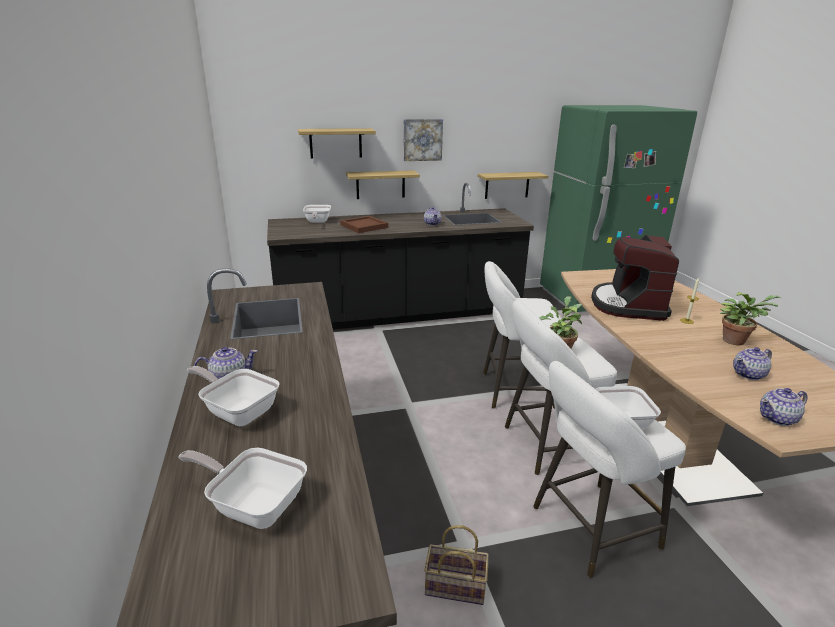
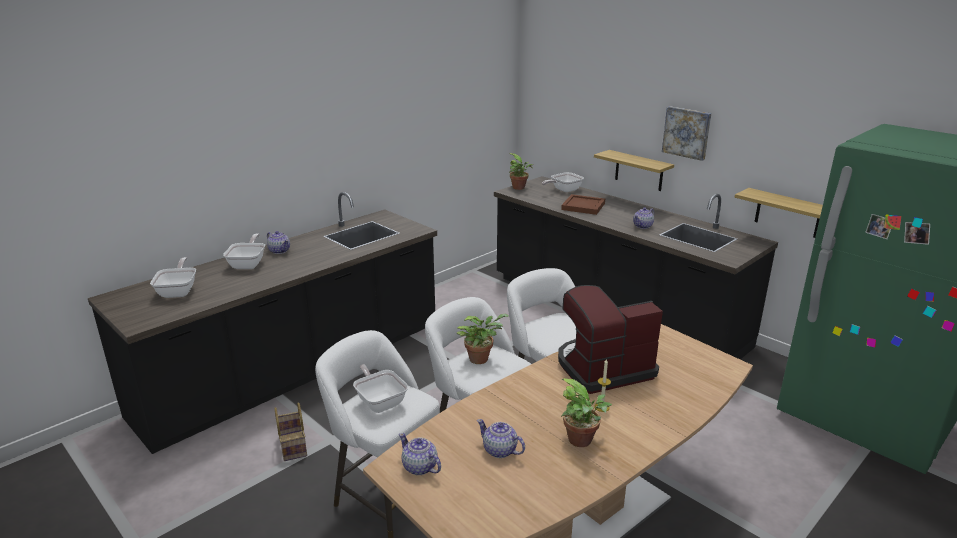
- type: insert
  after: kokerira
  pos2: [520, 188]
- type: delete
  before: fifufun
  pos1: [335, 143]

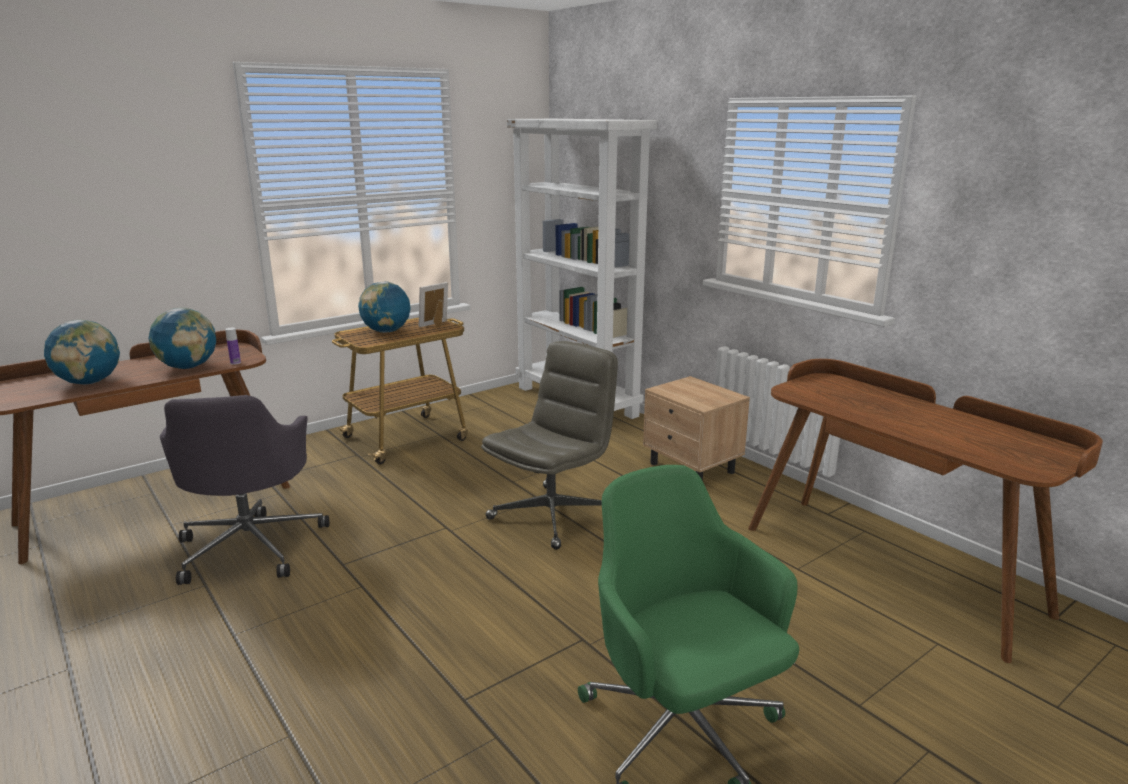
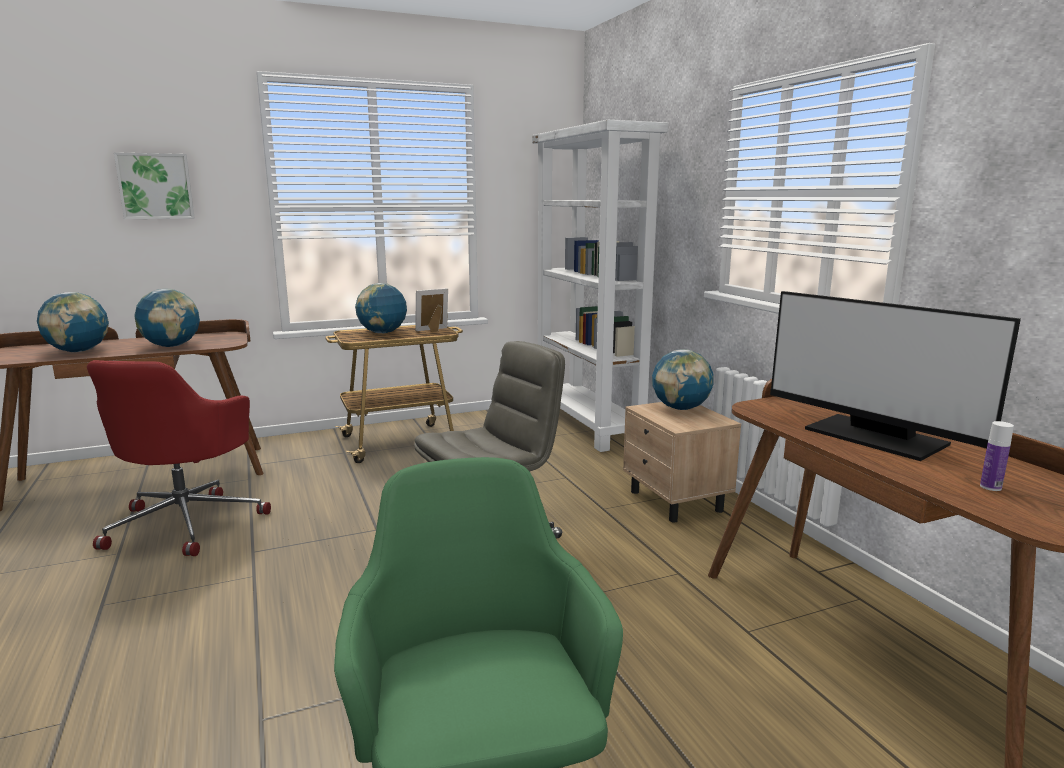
- type: recolor
  before: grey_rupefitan
  after: red_rupefitan
  pos1: [251, 546]
  pos2: [187, 522]
- type: insert
  after: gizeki
  pos2: [155, 186]
- type: insert
  after: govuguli
  pos2: [681, 408]
- type: insert
  after: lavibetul
  pos2: [874, 437]
- type: move
  before: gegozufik
  pos1: [235, 363]
  pos2: [990, 487]

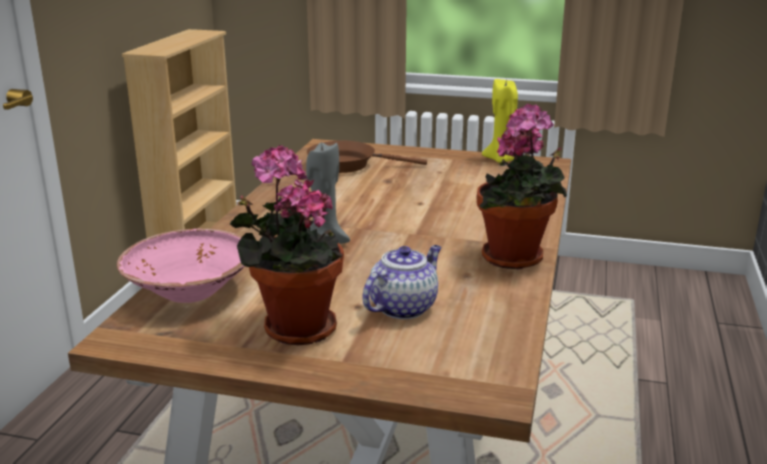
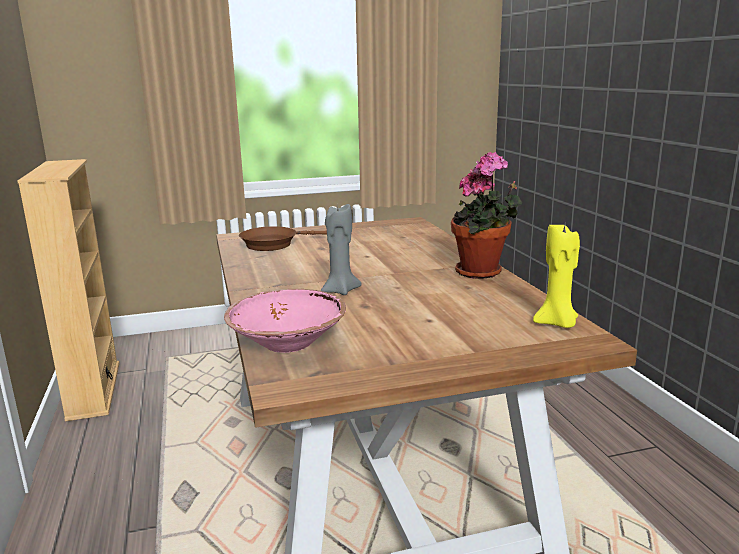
- type: move
  before: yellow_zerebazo
  pos1: [501, 160]
  pos2: [557, 324]
- type: delete
  before: kokerira
  pos1: [293, 328]
- type: delete
  before: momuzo
  pos1: [403, 307]

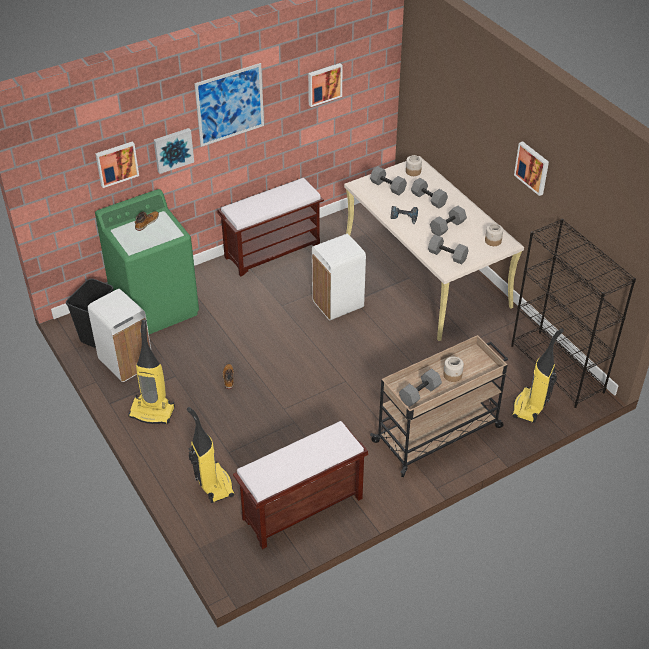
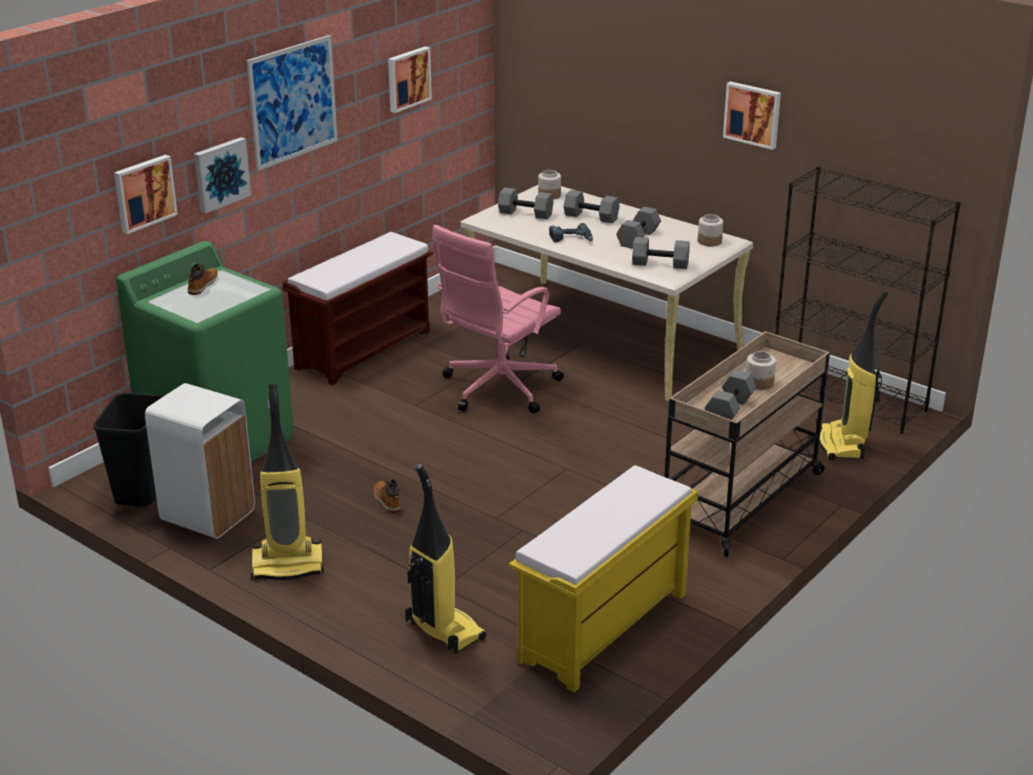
- type: replace
  before: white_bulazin
  after: pink_rupefitan
  pos1: [337, 304]
  pos2: [497, 389]
- type: recolor
  before: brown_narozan
  after: yellow_narozan
  pos1: [301, 509]
  pos2: [603, 629]

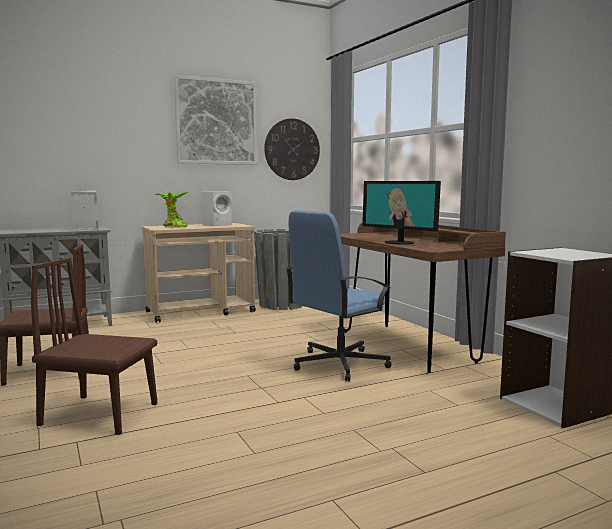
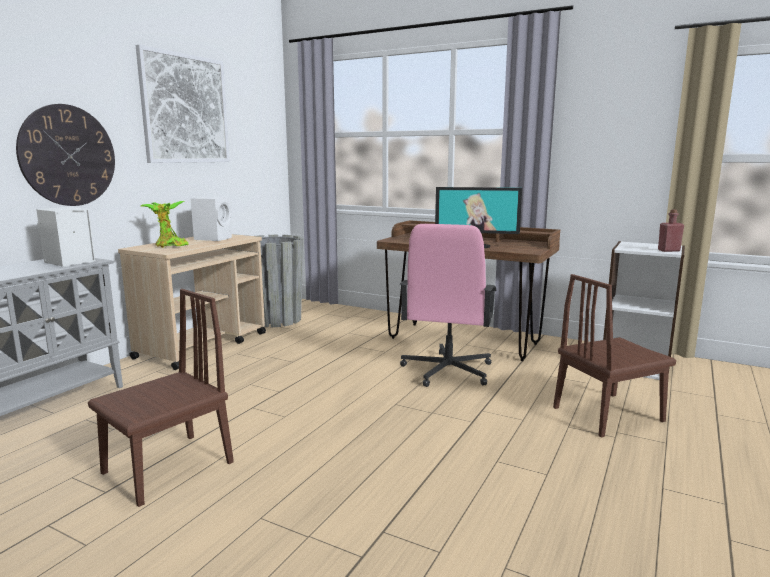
- type: move
  before: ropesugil
  pos1: [292, 149]
  pos2: [68, 155]
- type: recolor
  before: blue_rupefitan
  after: pink_rupefitan
  pos1: [338, 364]
  pos2: [447, 371]
- type: move
  before: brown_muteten
  pos1: [100, 414]
  pos2: [608, 414]
- type: insert
  after: red_gegozufik
  pos2: [668, 250]

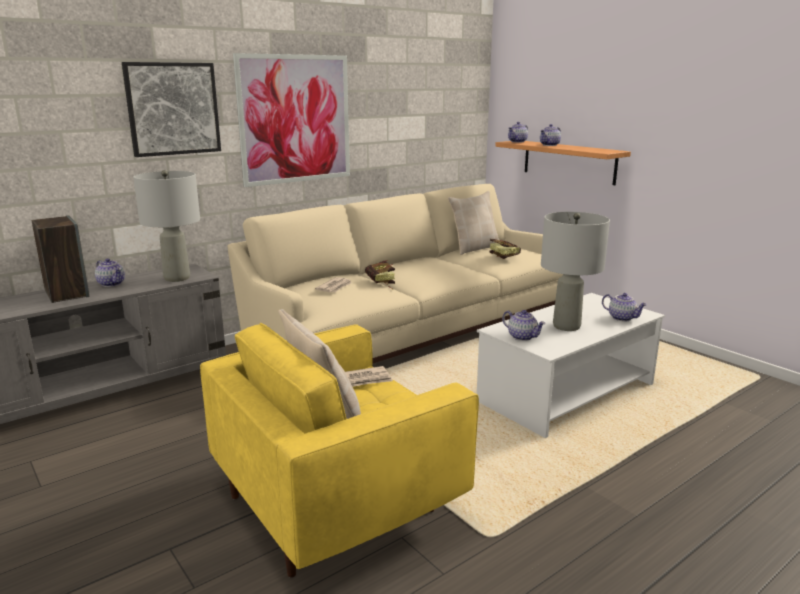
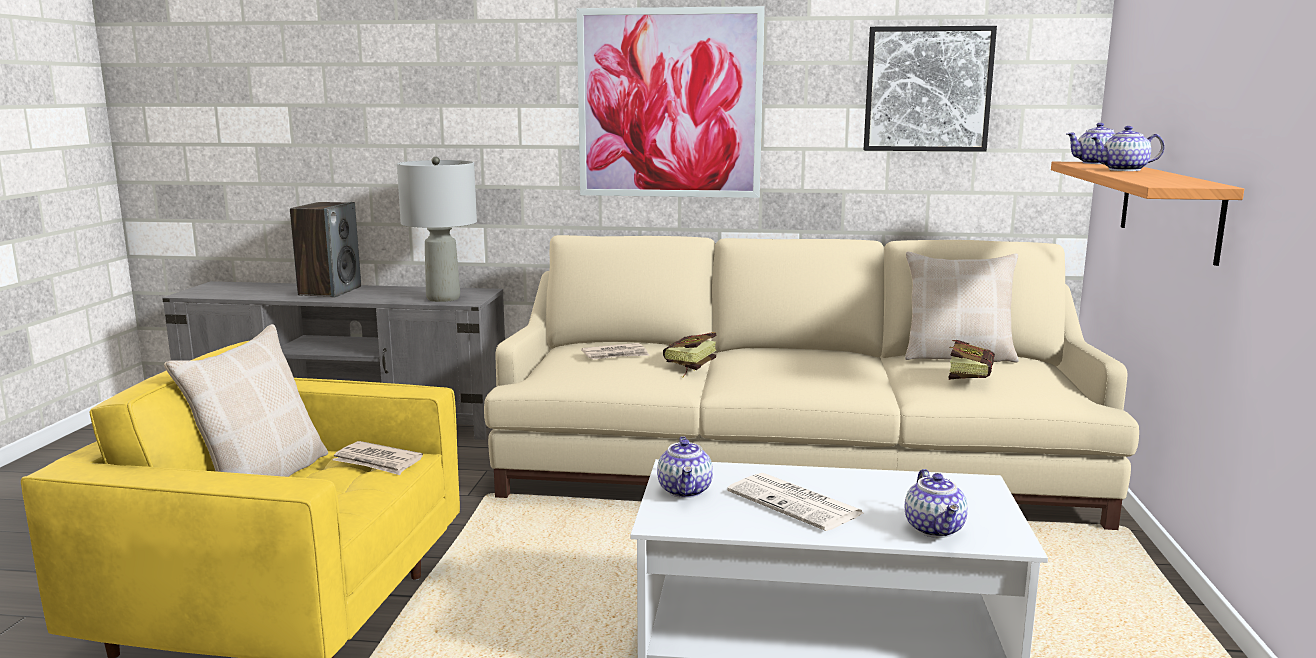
- type: replace
  before: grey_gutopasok
  after: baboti
  pos1: [567, 326]
  pos2: [796, 503]
- type: move
  before: gizeki
  pos1: [173, 109]
  pos2: [927, 89]
- type: delete
  before: momuzo
  pos1: [112, 284]

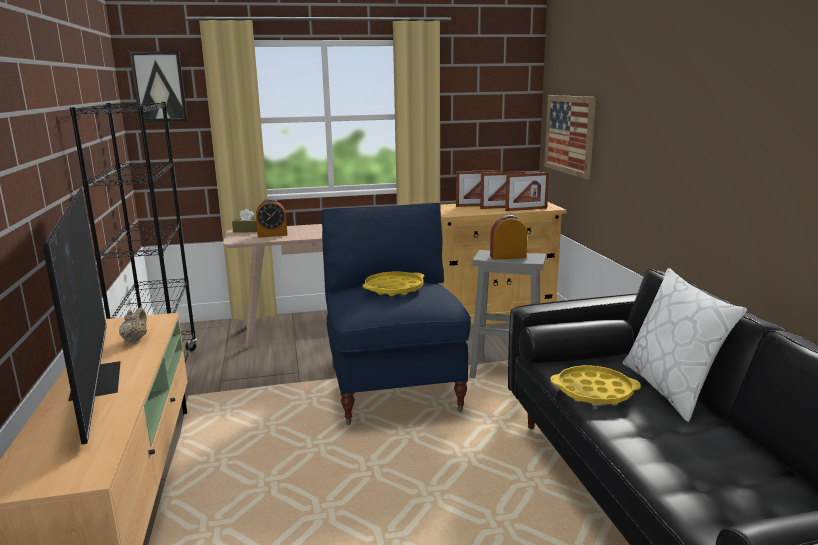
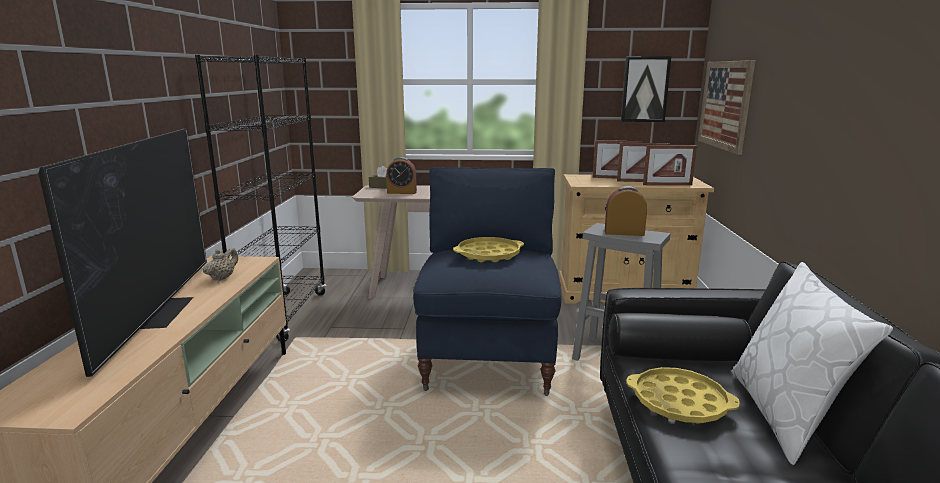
- type: move
  before: gizeki
  pos1: [159, 87]
  pos2: [645, 89]

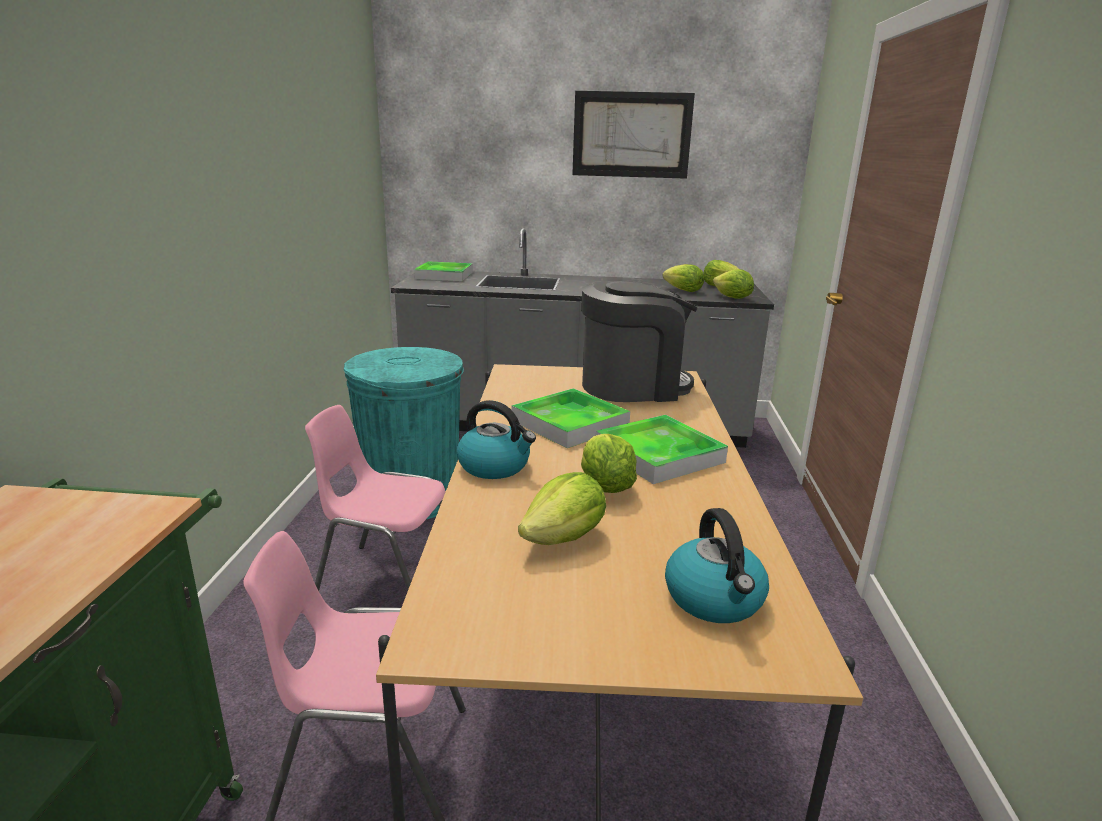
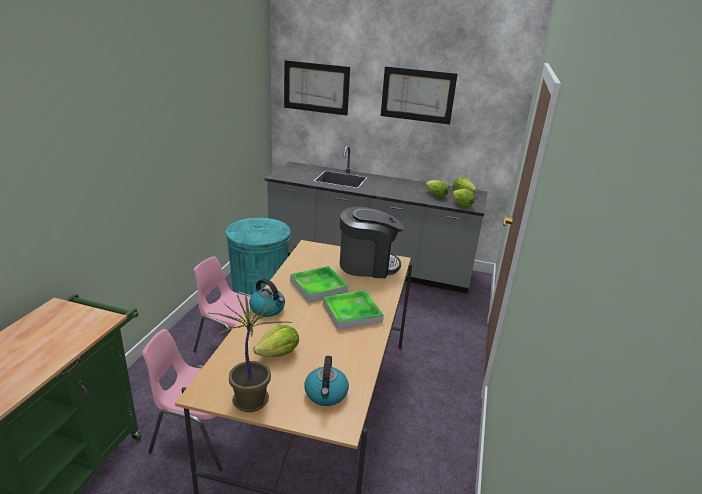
- type: insert
  after: kokerira
  pos2: [251, 399]
- type: insert
  after: gizeki
  pos2: [316, 87]
- type: delete
  before: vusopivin
  pos1: [444, 275]
- type: delete
  before: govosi
  pos1: [605, 486]

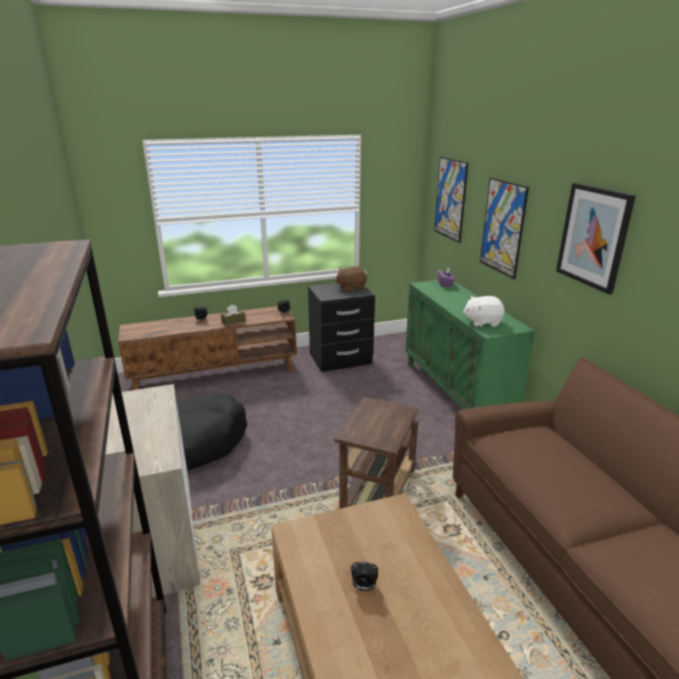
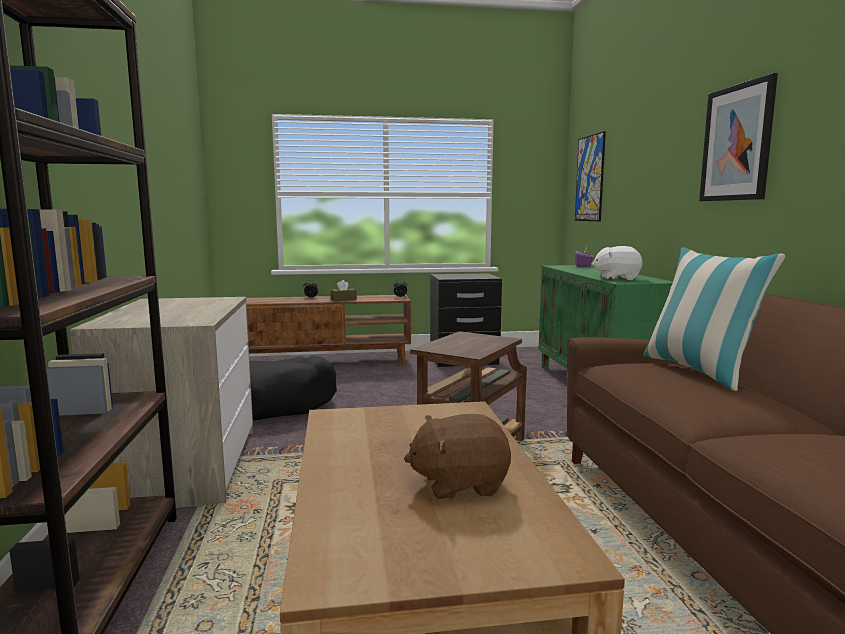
- type: move
  before: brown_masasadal
  pos1: [351, 288]
  pos2: [459, 484]
- type: insert
  after: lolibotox
  pos2: [699, 371]
- type: delete
  before: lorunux
  pos1: [363, 587]
- type: delete
  before: gizeki
  pos1: [503, 227]

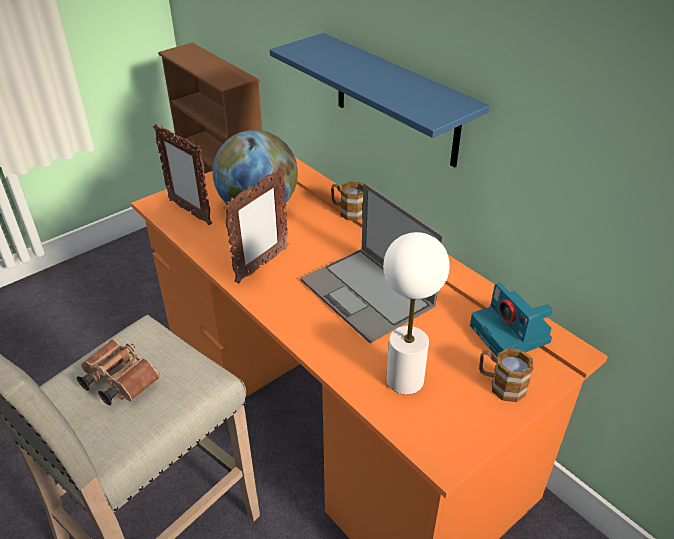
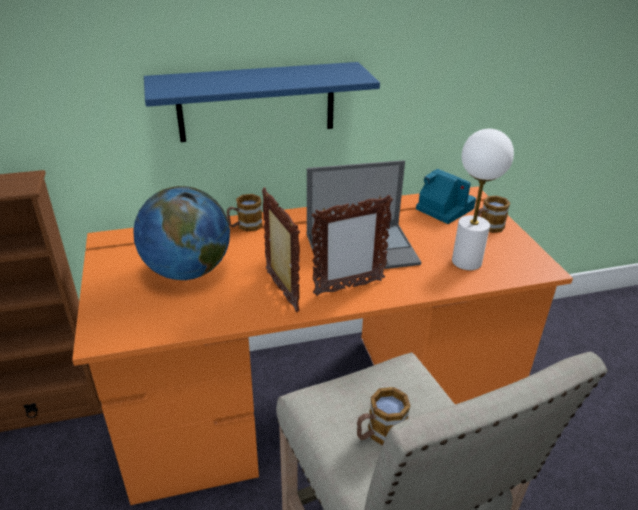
- type: move
  before: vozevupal
  pos1: [189, 212]
  pos2: [348, 287]
- type: replace
  before: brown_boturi
  after: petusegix
  pos1: [118, 381]
  pos2: [379, 434]
- type: rotate
  before: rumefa
  pos1: [511, 335]
  pos2: [443, 208]
  turn: -135

